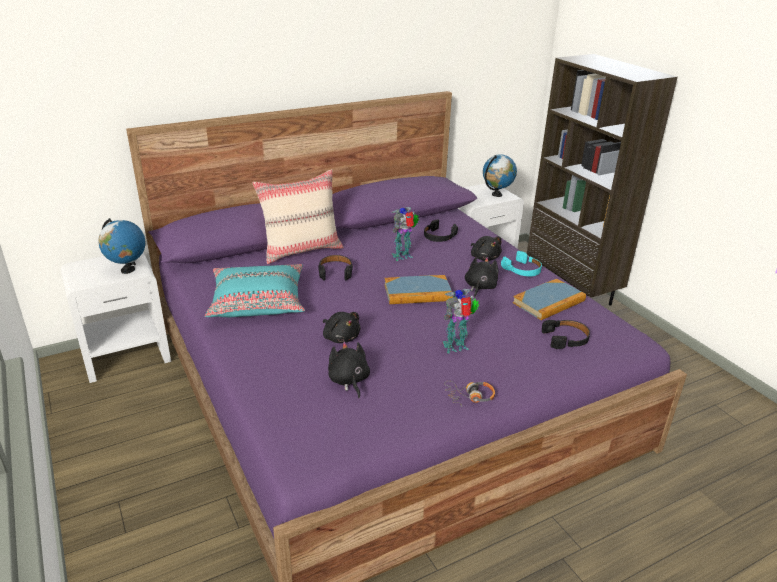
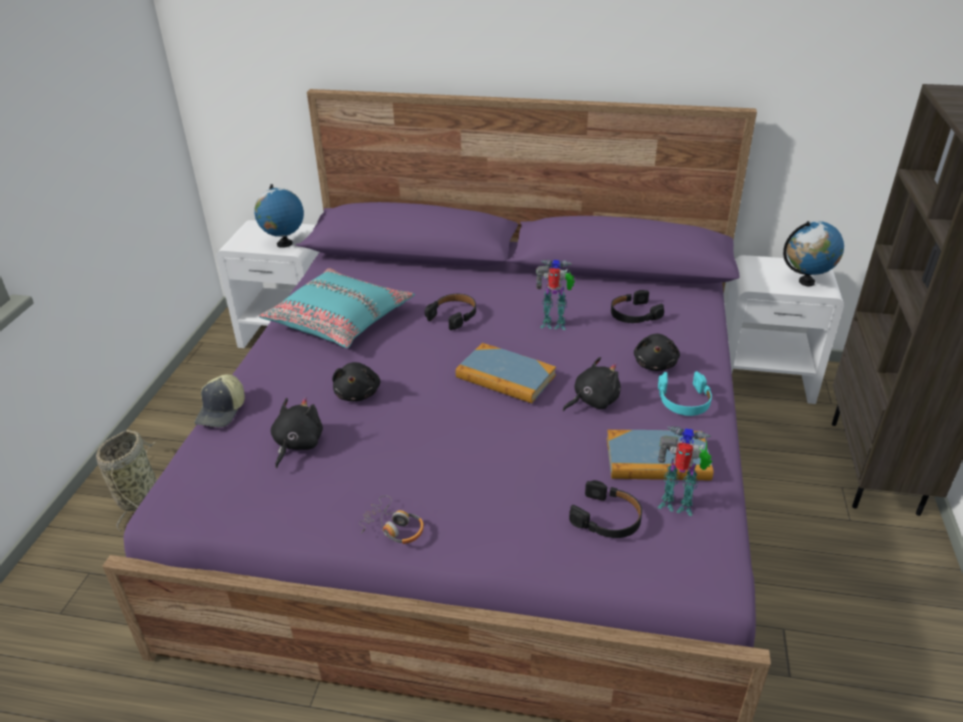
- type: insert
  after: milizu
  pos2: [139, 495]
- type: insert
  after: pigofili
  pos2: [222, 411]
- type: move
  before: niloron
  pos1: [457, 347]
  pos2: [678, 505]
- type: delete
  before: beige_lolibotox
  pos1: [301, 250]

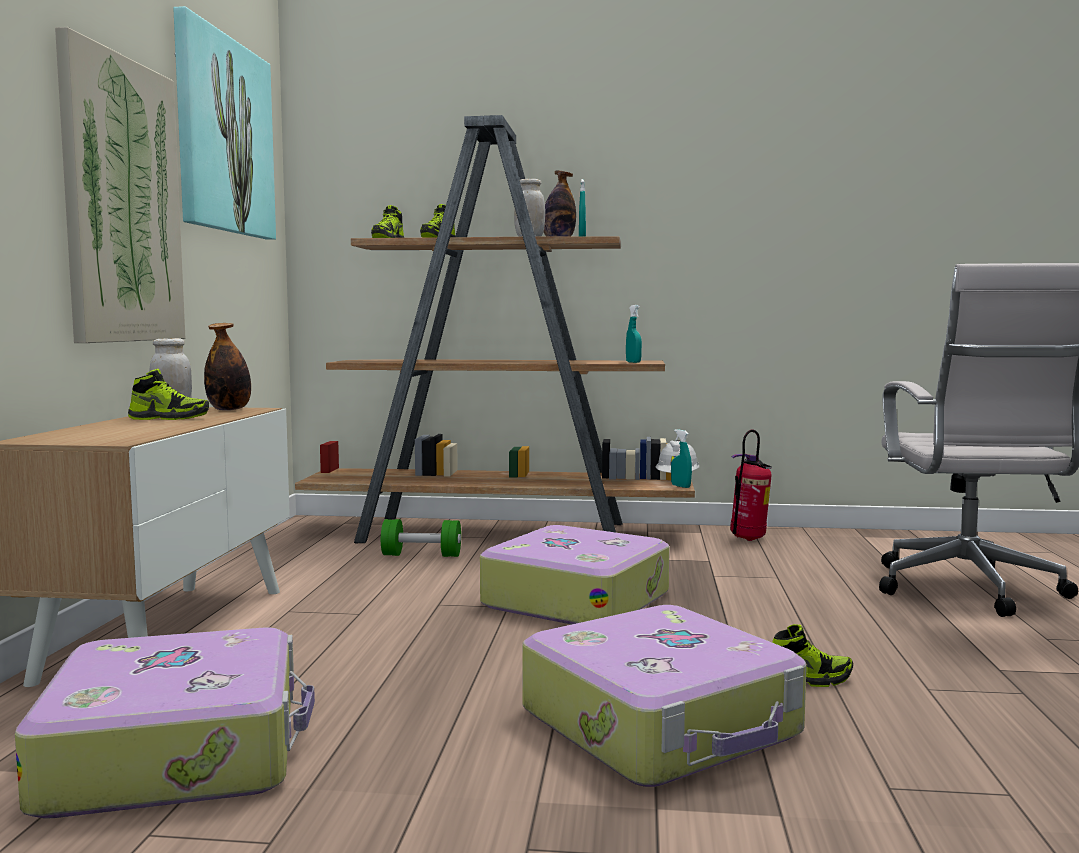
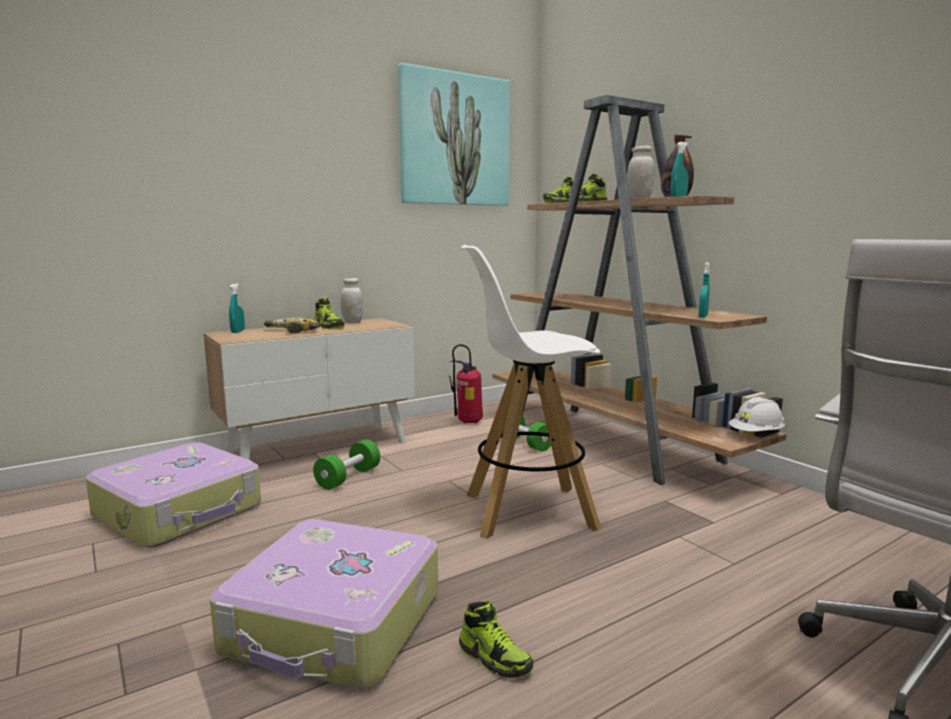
- type: move
  before: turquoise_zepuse
  pos1: [680, 486]
  pos2: [238, 331]
- type: insert
  after: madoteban
  pos2: [292, 331]
- type: insert
  after: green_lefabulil
  pos2: [348, 478]
- type: move
  before: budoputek
  pos1: [748, 539]
  pos2: [468, 422]
- type: replace
  before: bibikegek
  after: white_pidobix
  pos1: [576, 599]
  pos2: [527, 511]
- type: delete
  before: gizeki
  pos1: [122, 201]
- type: delete
  before: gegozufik
  pos1: [229, 409]

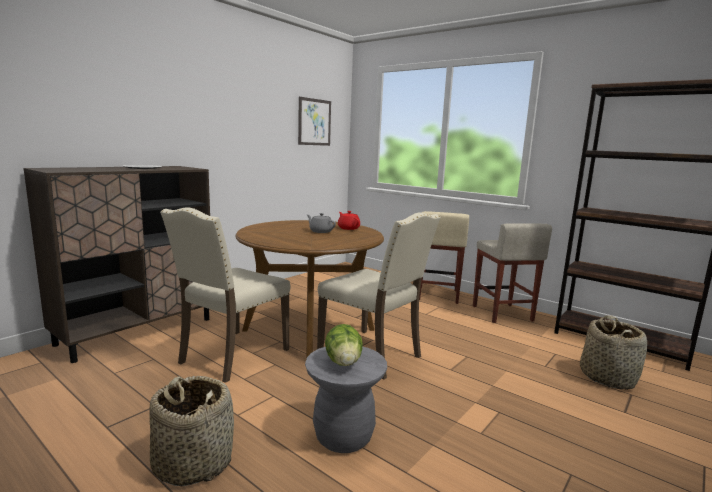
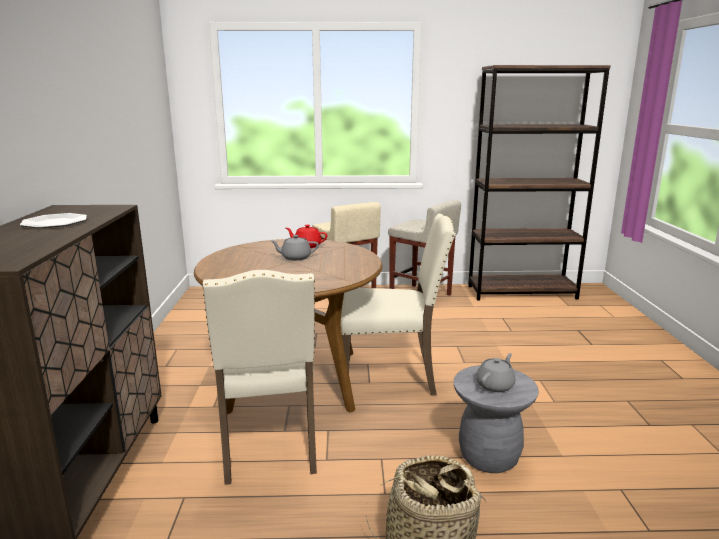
- type: replace
  before: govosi
  after: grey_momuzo
  pos1: [343, 362]
  pos2: [495, 385]
- type: delete
  before: gizeki
  pos1: [314, 122]
- type: delete
  before: milizu
  pos1: [608, 377]

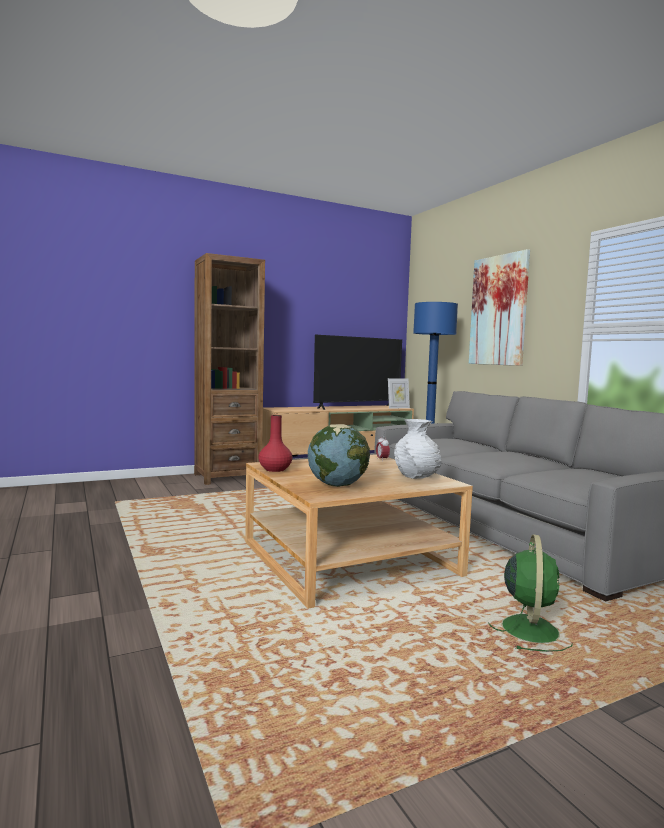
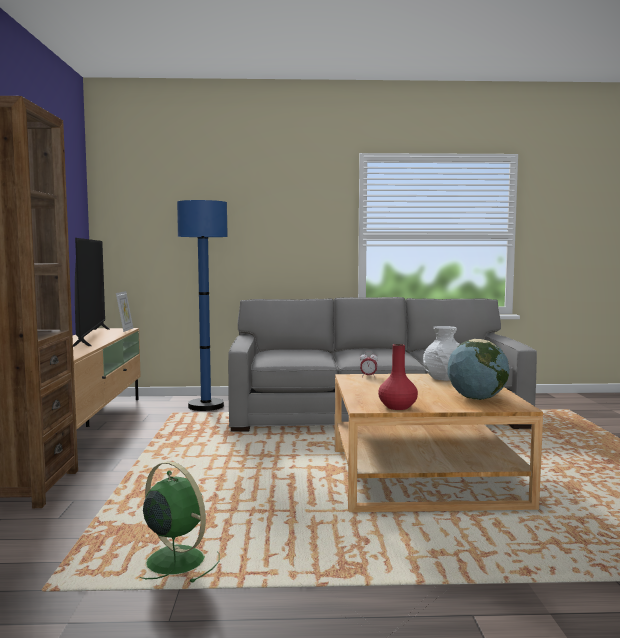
- type: move
  before: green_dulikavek
  pos1: [529, 628]
  pos2: [173, 560]
- type: delete
  before: gizeki
  pos1: [498, 310]

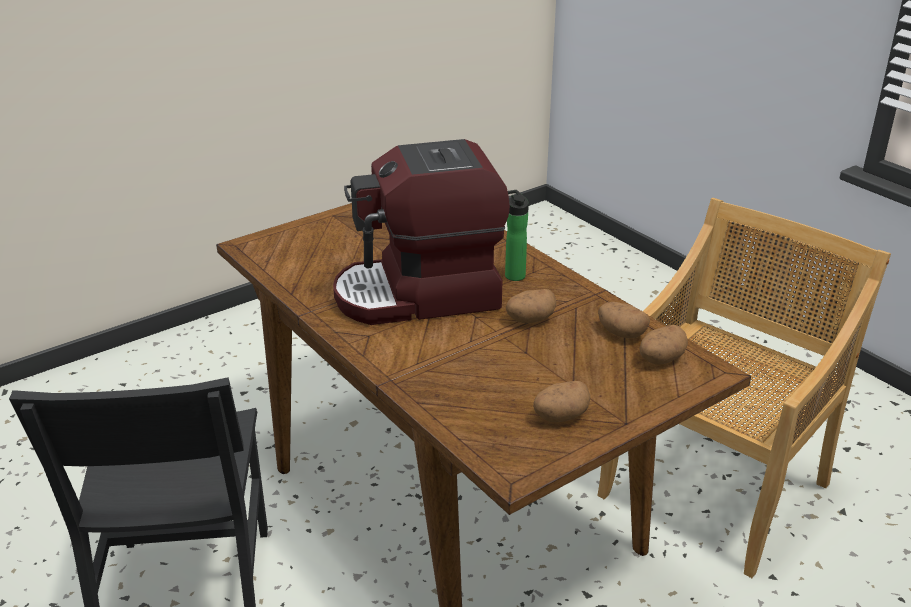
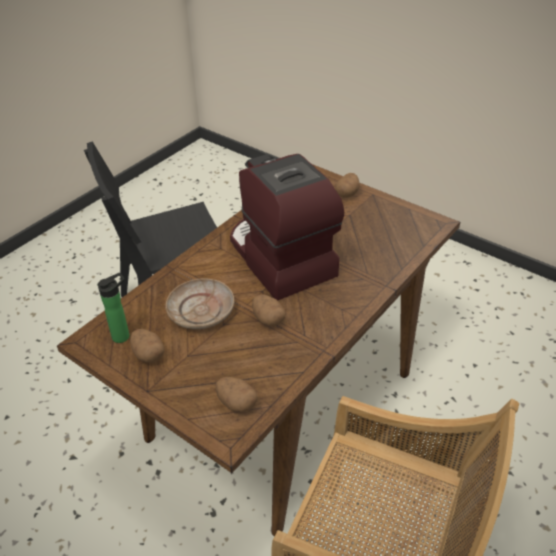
- type: move
  before: gegozufik
  pos1: [513, 274]
  pos2: [123, 335]
- type: insert
  after: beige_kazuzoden
  pos2: [201, 311]
- type: move
  before: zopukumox
  pos1: [621, 333]
  pos2: [347, 193]

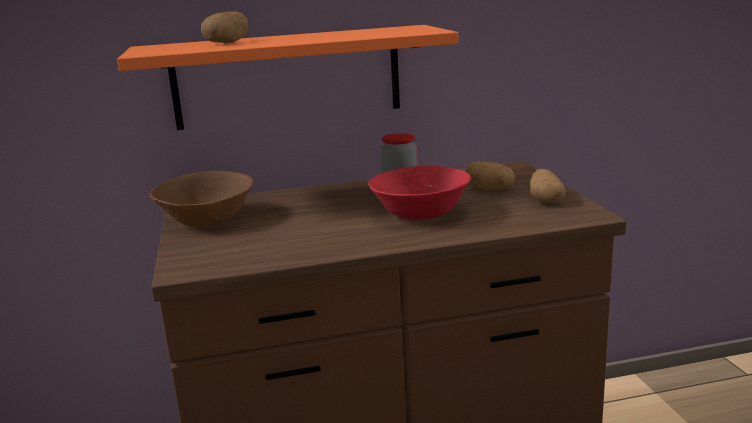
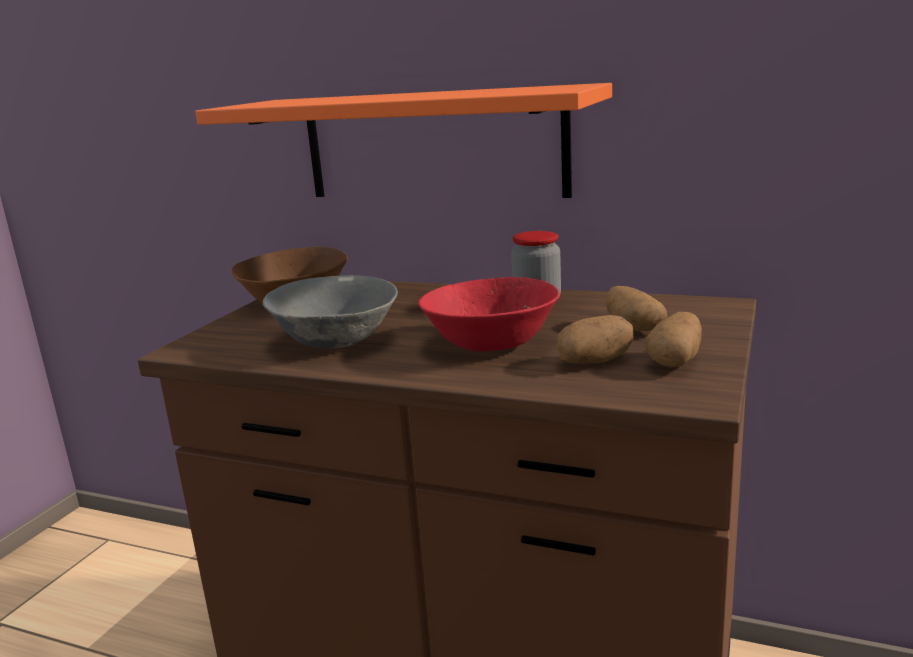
- type: insert
  after: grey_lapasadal
  pos2: [334, 339]
- type: move
  before: zopukumox
  pos1: [227, 43]
  pos2: [594, 361]

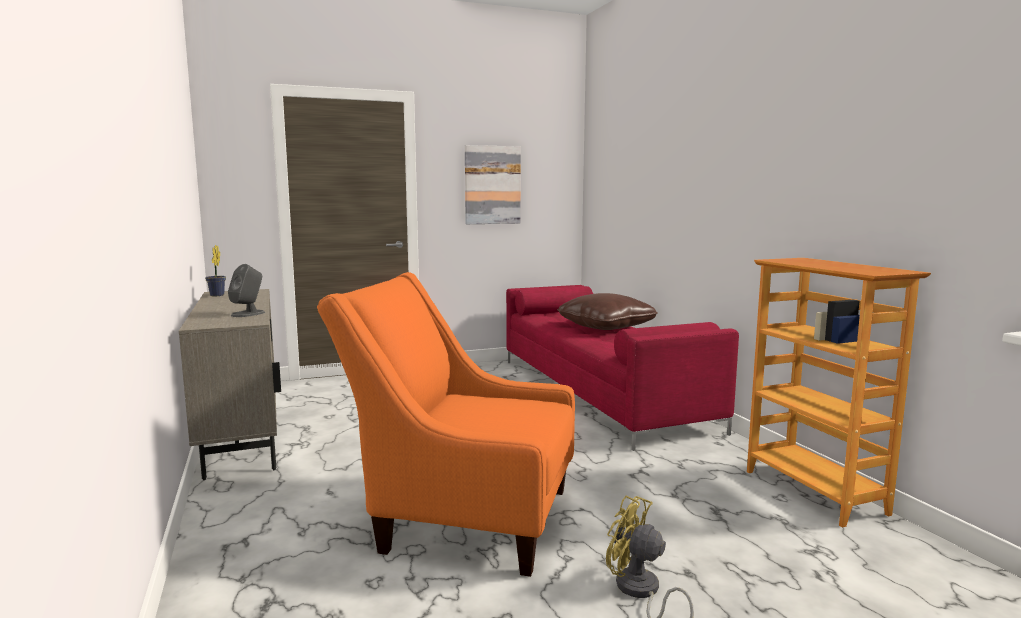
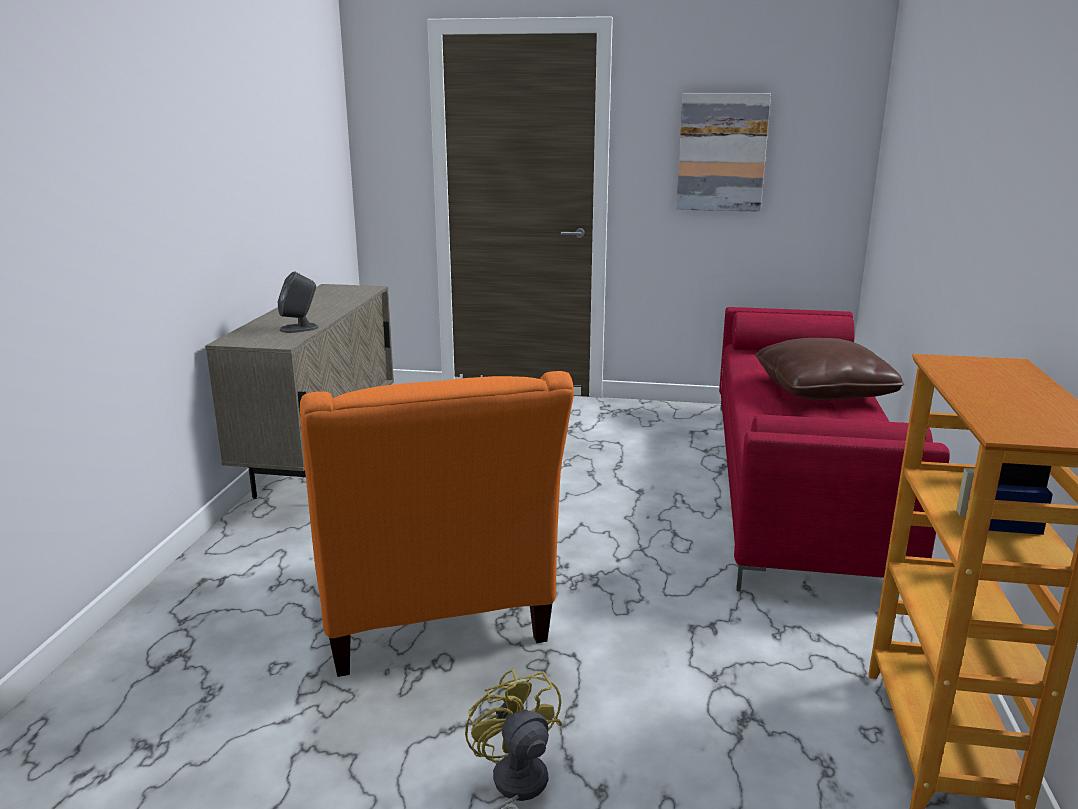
- type: rotate
  before: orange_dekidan
  pos1: [462, 517]
  pos2: [433, 620]
  turn: -150
- type: delete
  before: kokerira
  pos1: [216, 295]

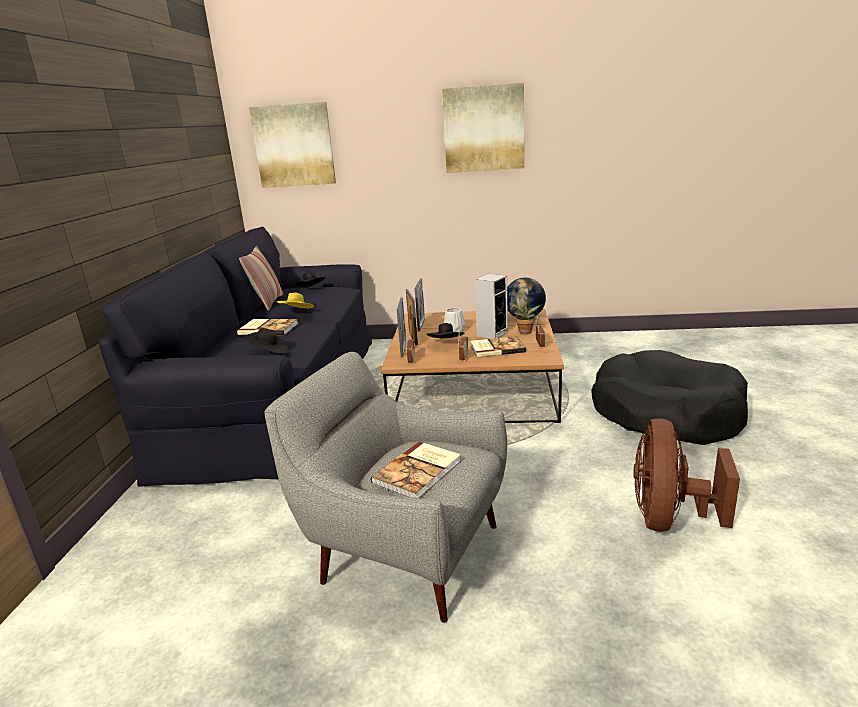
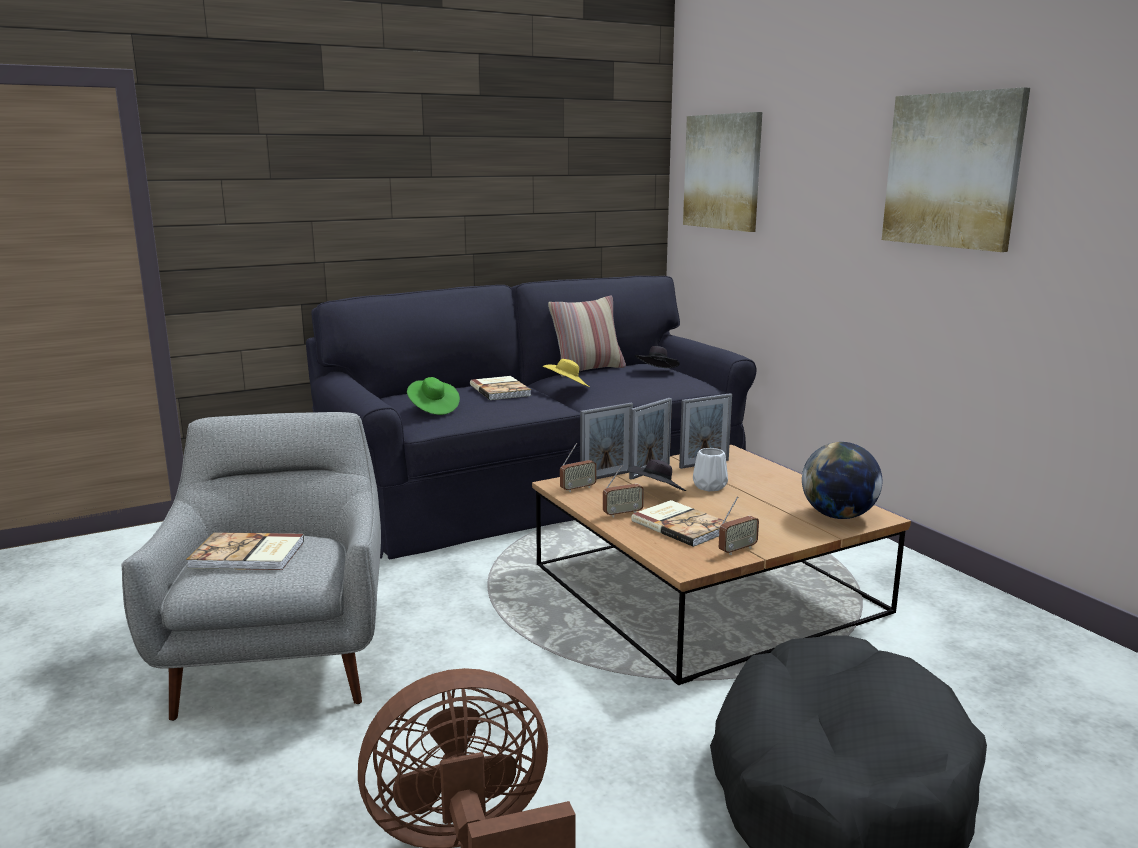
- type: recolor
  before: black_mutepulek
  after: green_mutepulek
  pos1: [269, 353]
  pos2: [433, 409]
- type: delete
  before: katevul
  pos1: [492, 333]
- type: delete
  before: kokerira
  pos1: [524, 333]

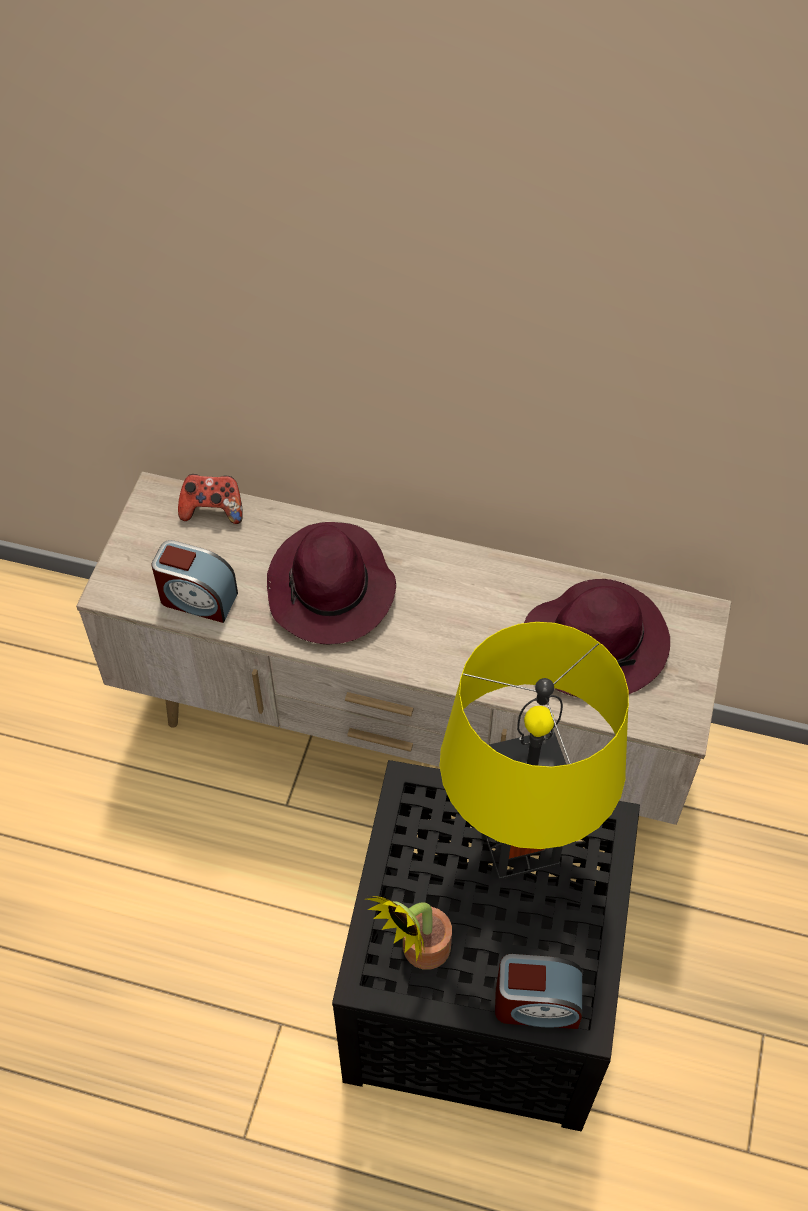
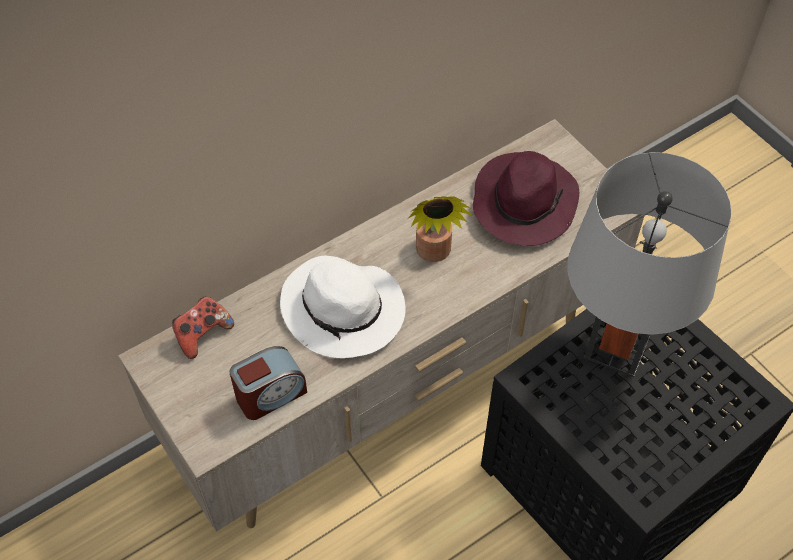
- type: recolor
  before: purple_mutepulek
  after: white_mutepulek
  pos1: [331, 590]
  pos2: [344, 311]
- type: move
  before: kokerira
  pos1: [419, 953]
  pos2: [434, 254]
- type: recolor
  before: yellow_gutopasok
  after: grey_gutopasok
  pos1: [519, 842]
  pos2: [616, 348]
- type: delete
  before: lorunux
  pos1: [536, 1004]

